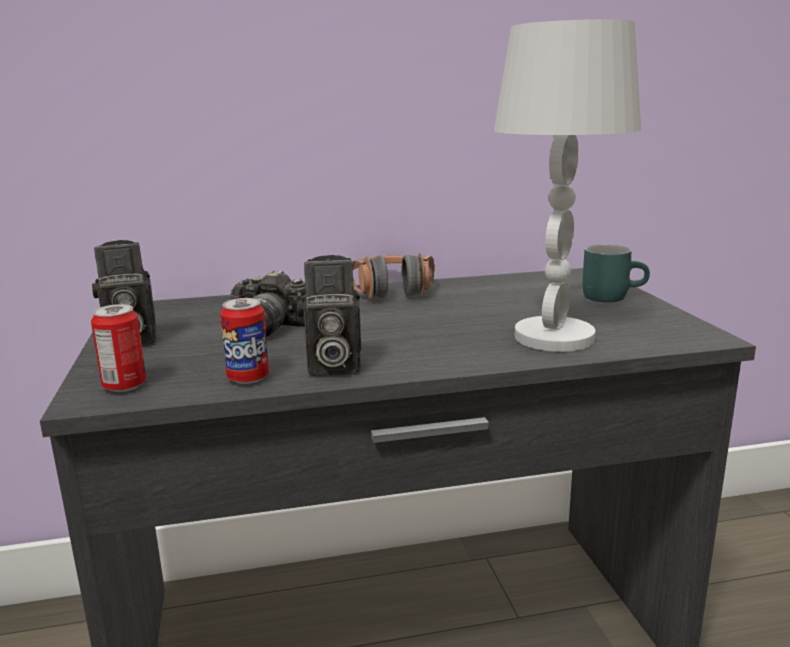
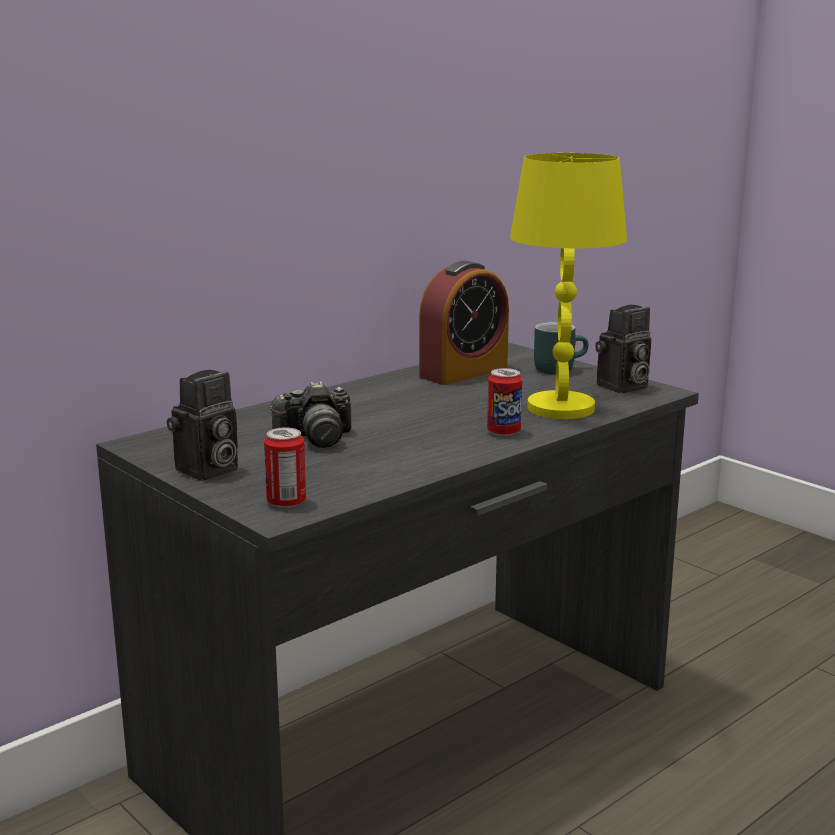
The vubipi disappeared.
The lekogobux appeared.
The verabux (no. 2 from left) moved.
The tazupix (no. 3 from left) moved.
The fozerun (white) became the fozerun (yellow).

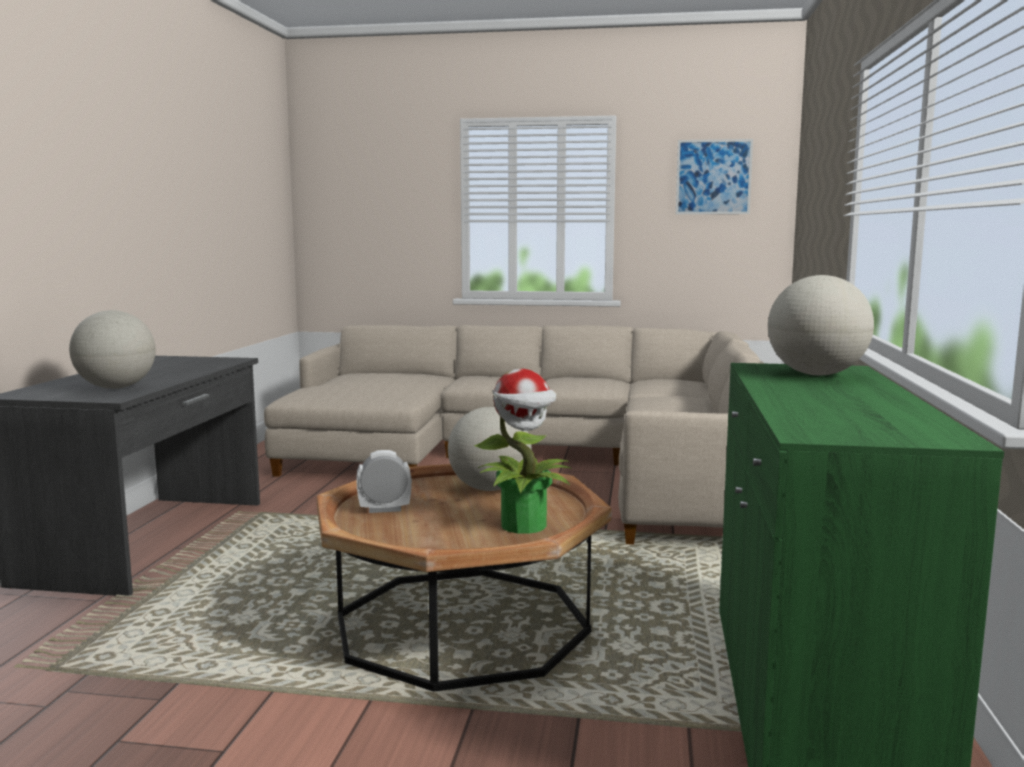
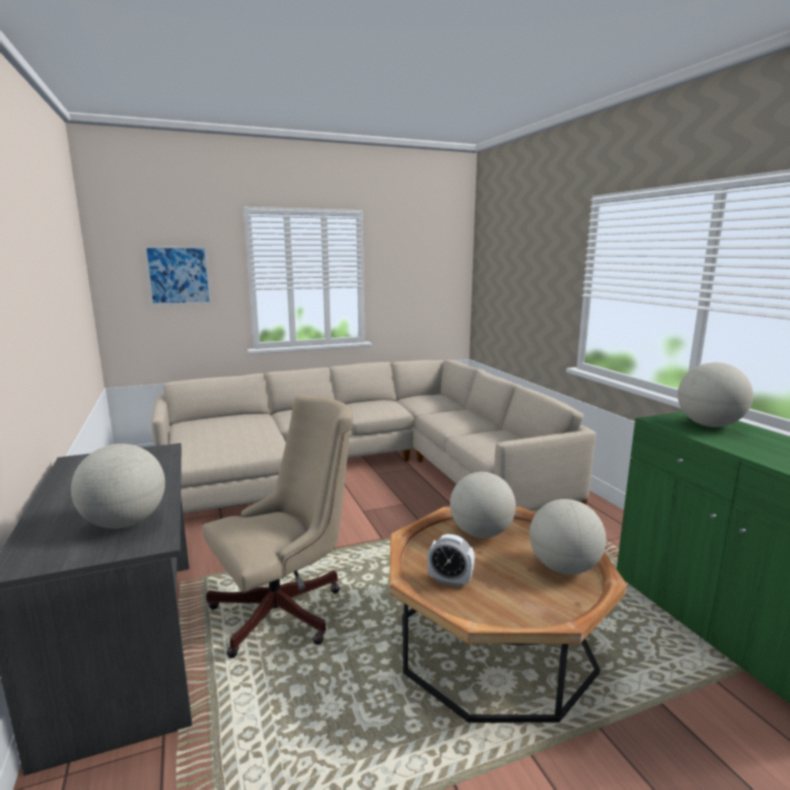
The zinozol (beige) appeared.
The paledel moved.
The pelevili was replaced by the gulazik (no. 3 from left).
The lekogobux turned 120 degrees counterclockwise.

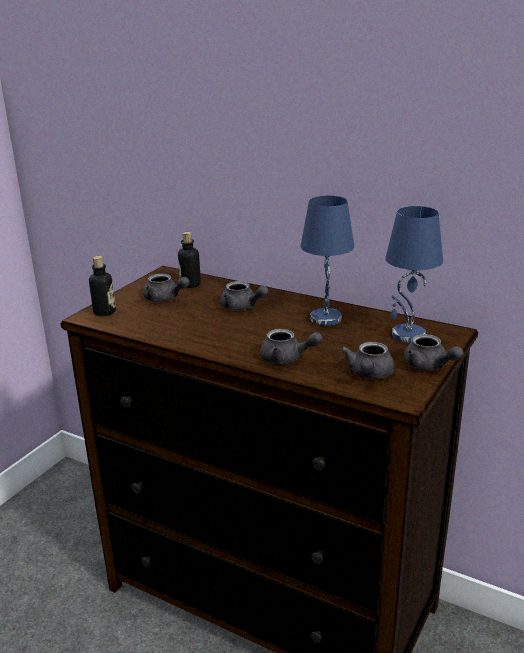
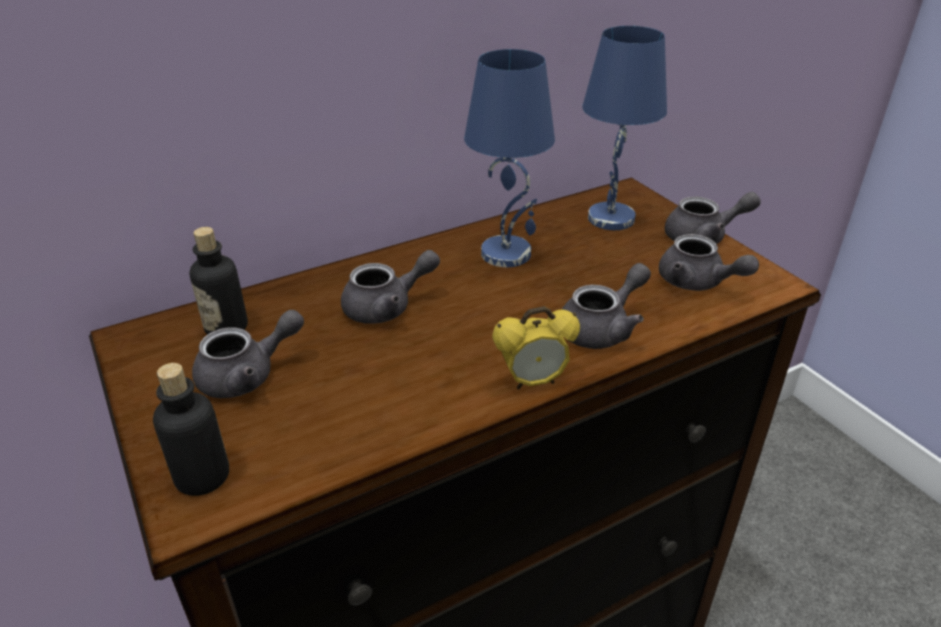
The lekogobux appeared.

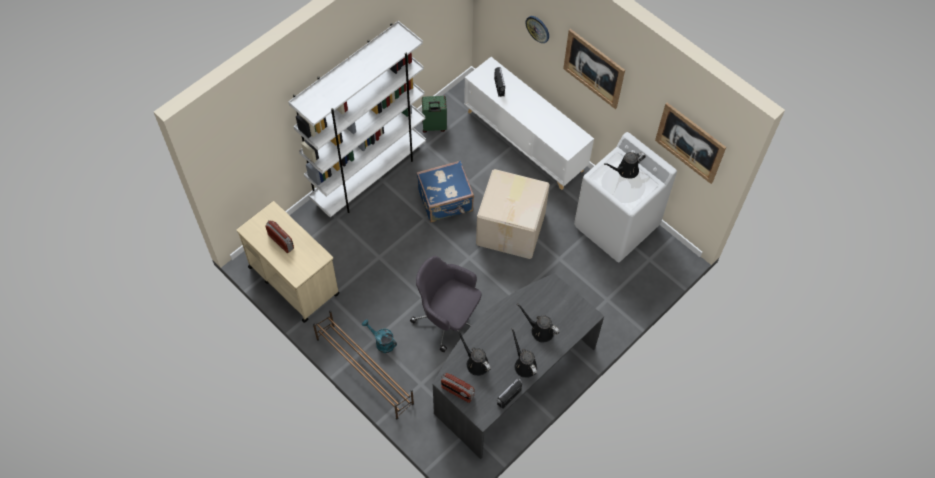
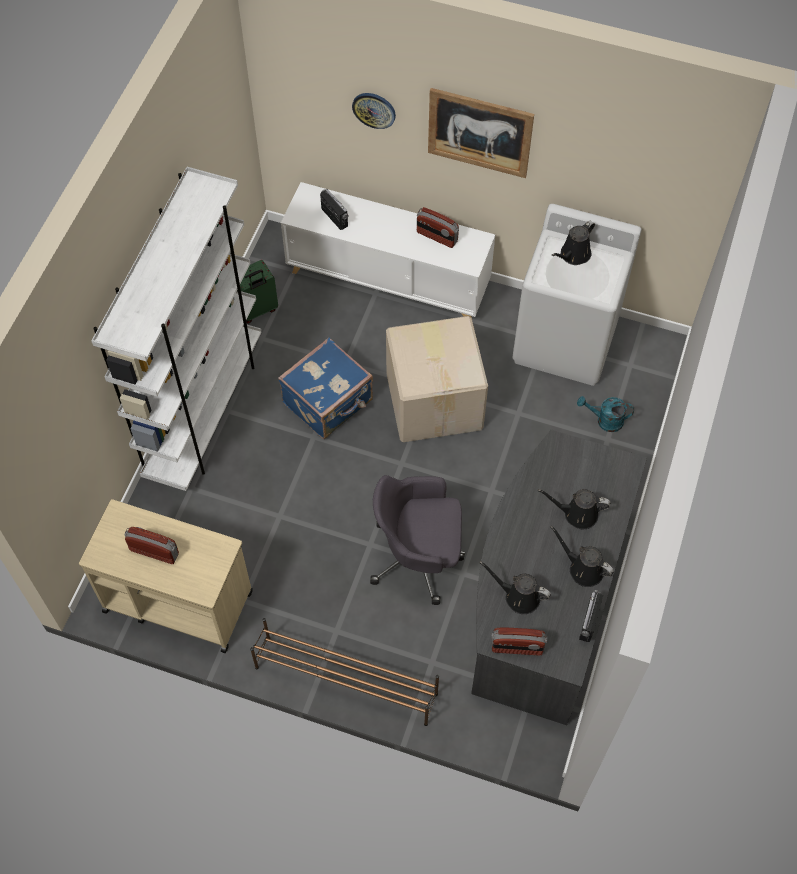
The paledel (no. 2 from left) disappeared.
The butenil (no. 3 from left) appeared.
The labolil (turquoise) moved.

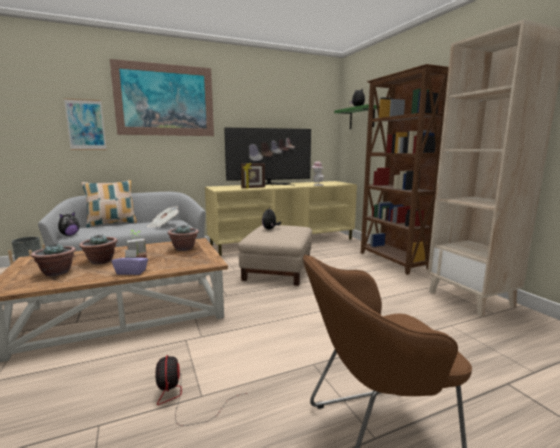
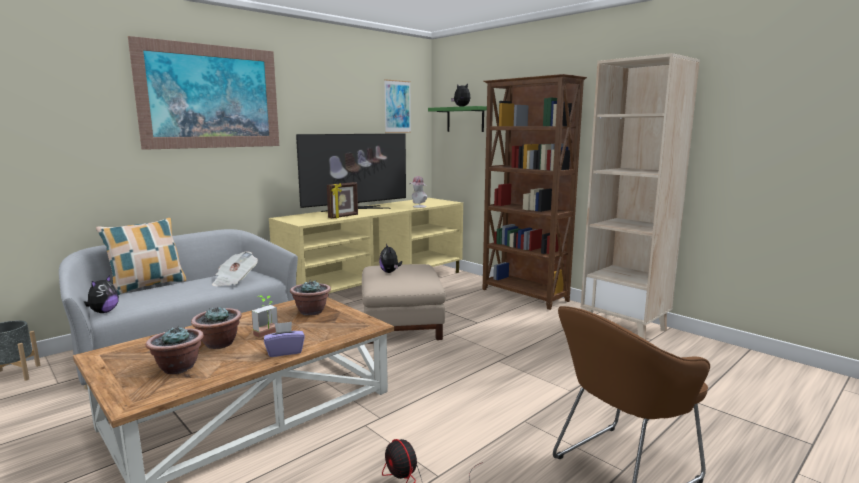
The paledel (no. 1 from left in the first image) moved.

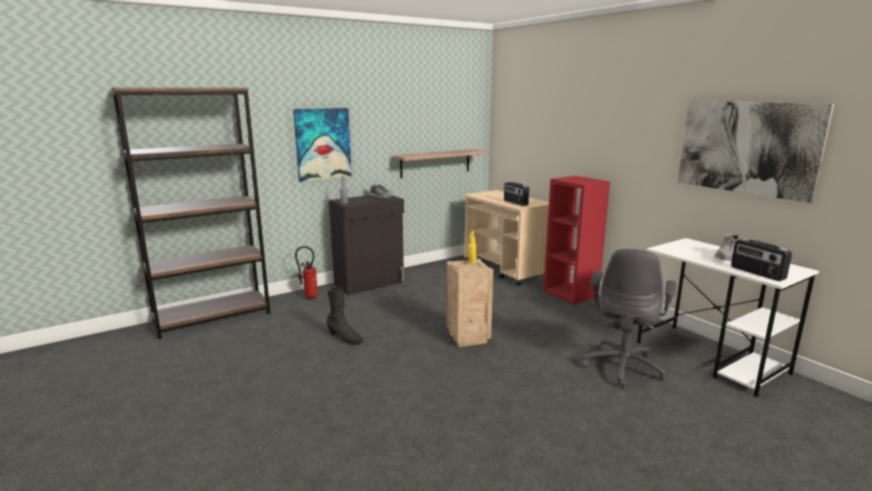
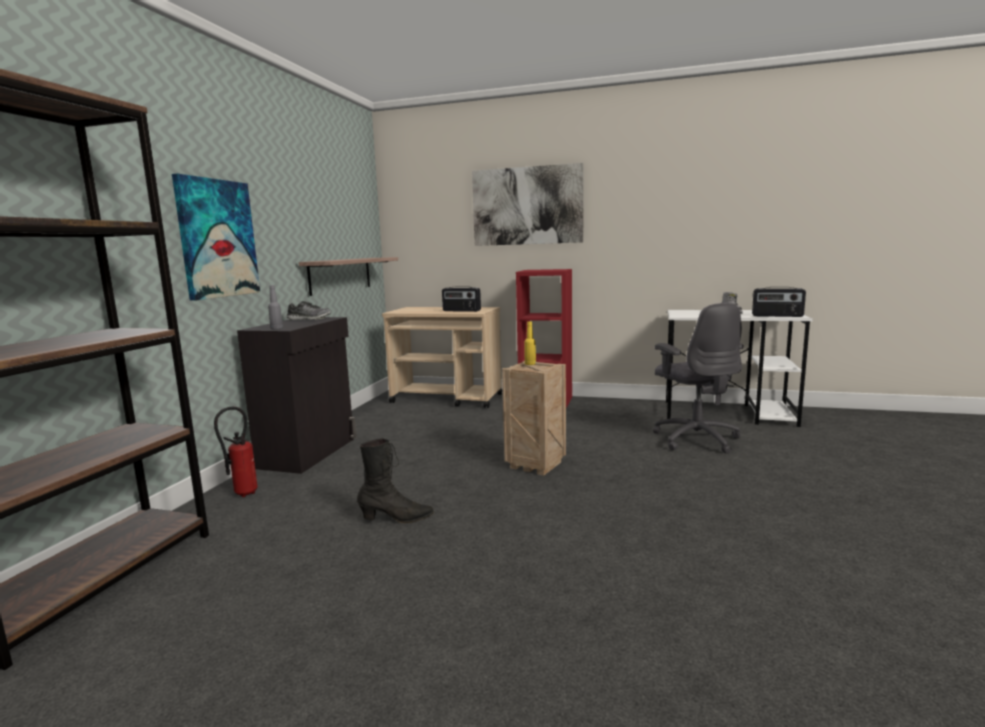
The paledel (no. 2 from left) moved.

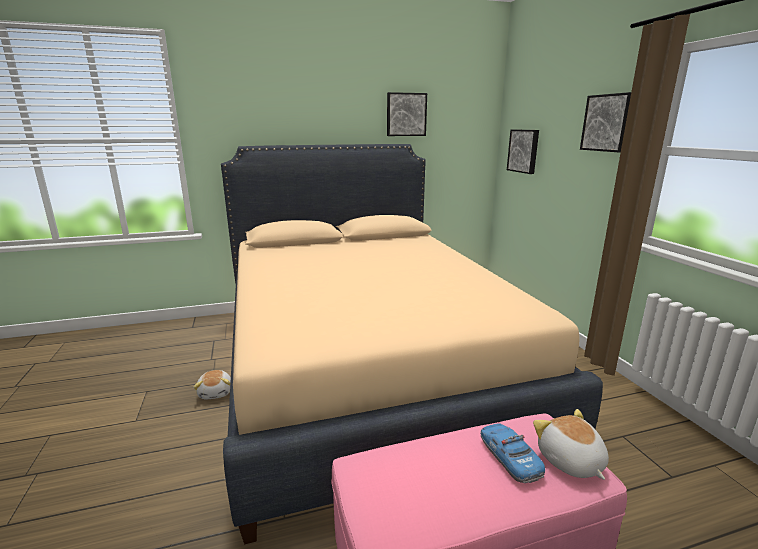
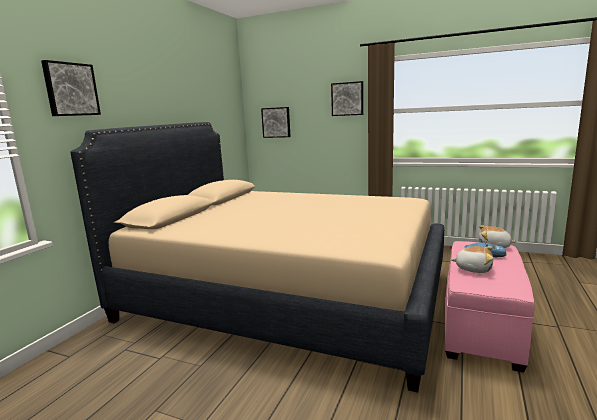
The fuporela (no. 1 from left) moved.
The paledel (no. 1 from left) moved.

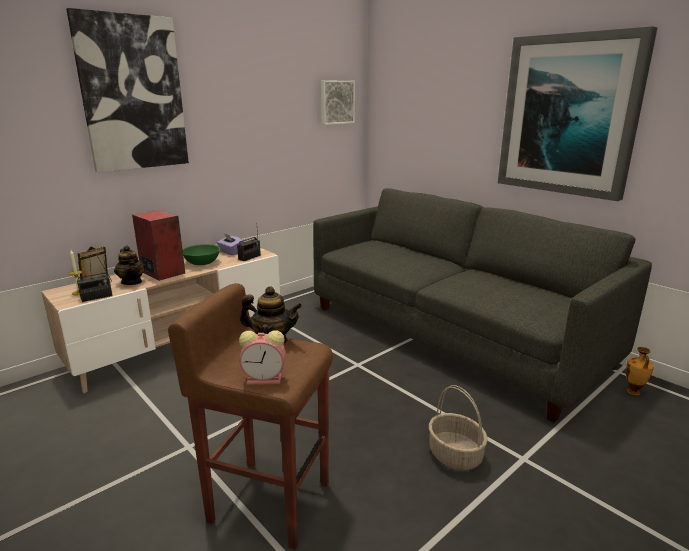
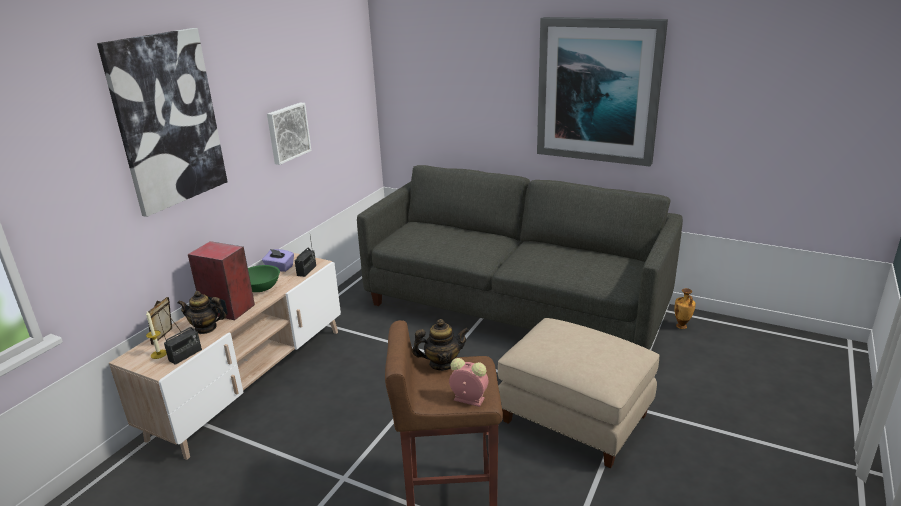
The paledel (no. 2 from left) moved.
The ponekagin was replaced by the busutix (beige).
The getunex (no. 1 from left) turned 150 degrees clockwise.
The lekogobux turned 135 degrees counterclockwise.

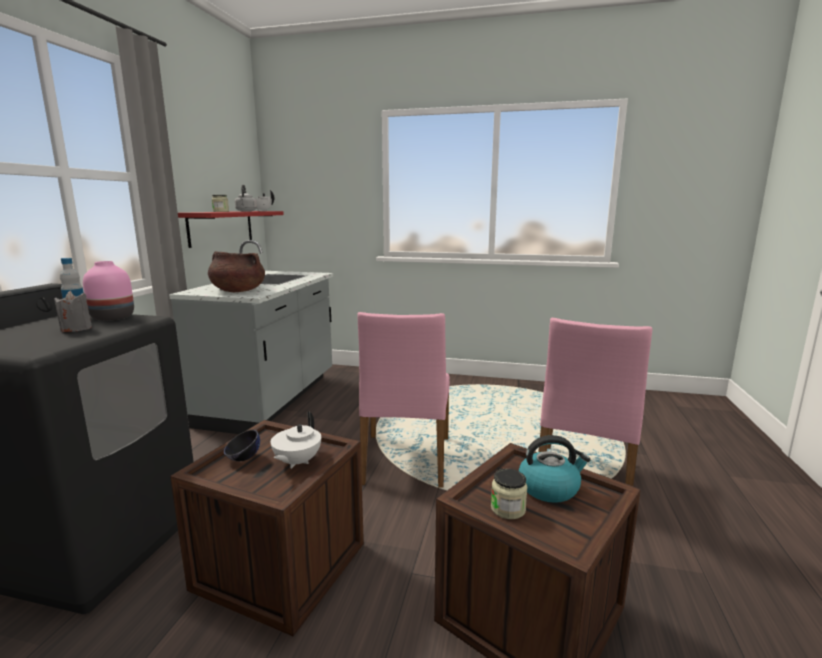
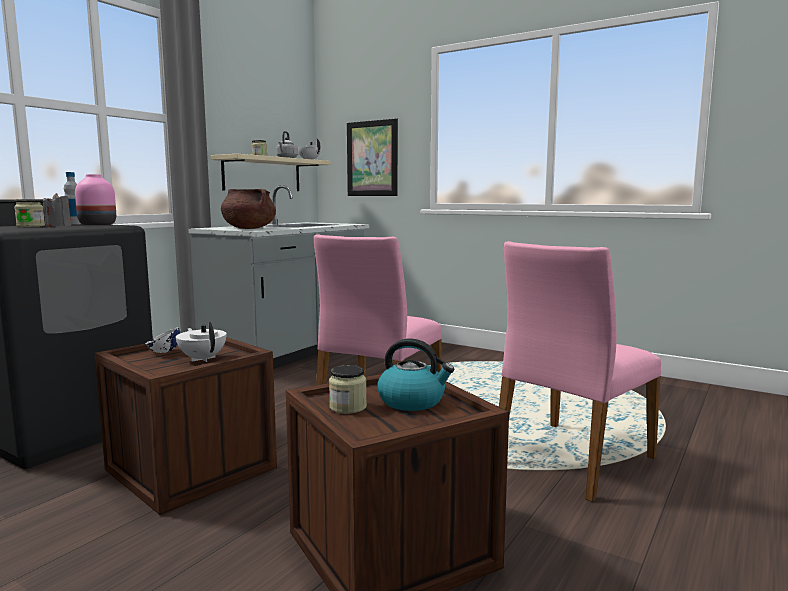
The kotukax (no. 1 from left) appeared.
The paledel appeared.
The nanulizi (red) became the nanulizi (beige).
The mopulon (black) became the mopulon (white).
The getunex (white) (no. 2 from left in the first image) turned 105 degrees clockwise.

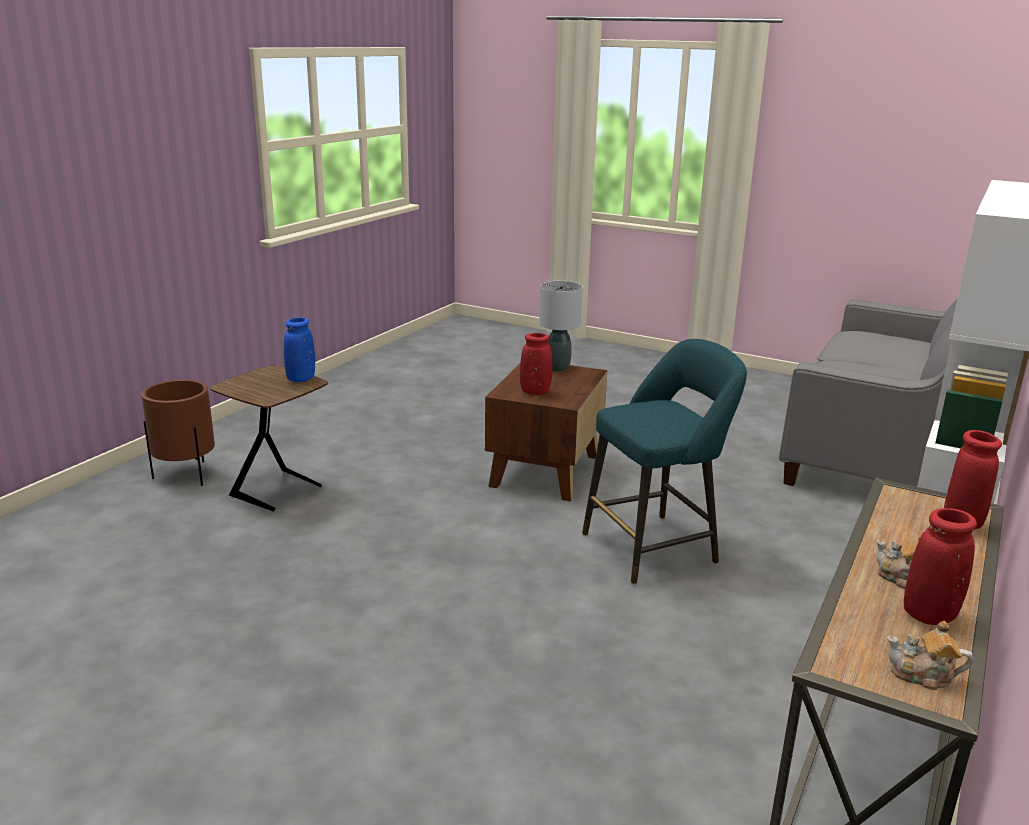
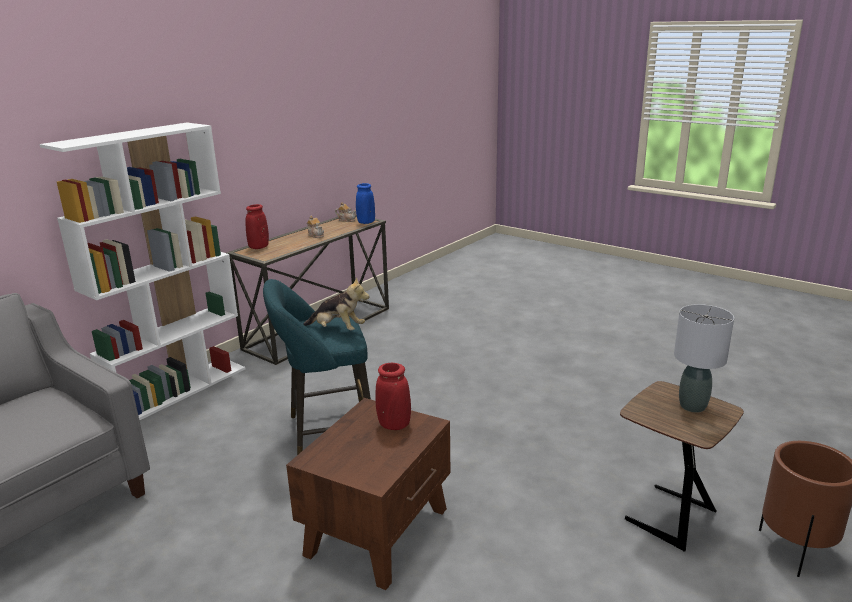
The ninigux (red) (no. 2 from left) disappeared.
The fuporela appeared.
The ninigux (blue) moved.
The fozerun (grey) moved.

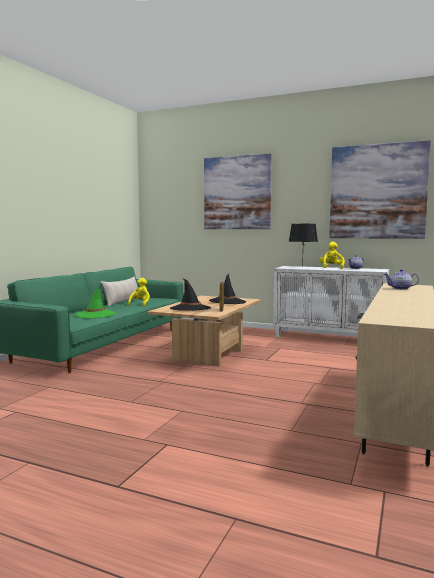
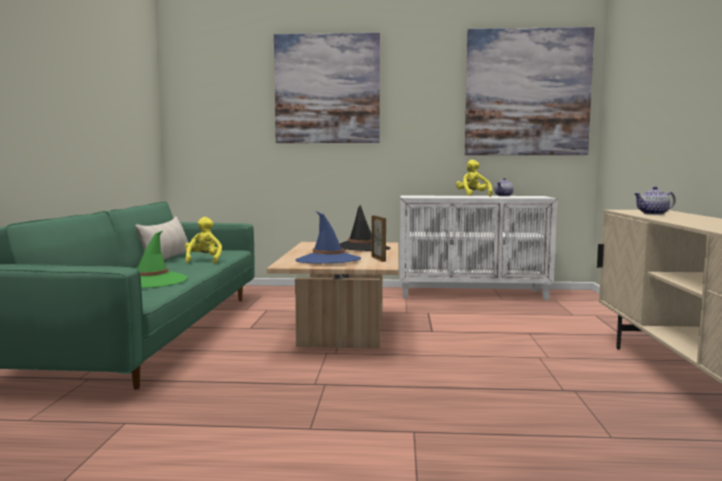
The fozerun (black) disappeared.
The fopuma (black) (no. 1 from left) became the fopuma (blue).

